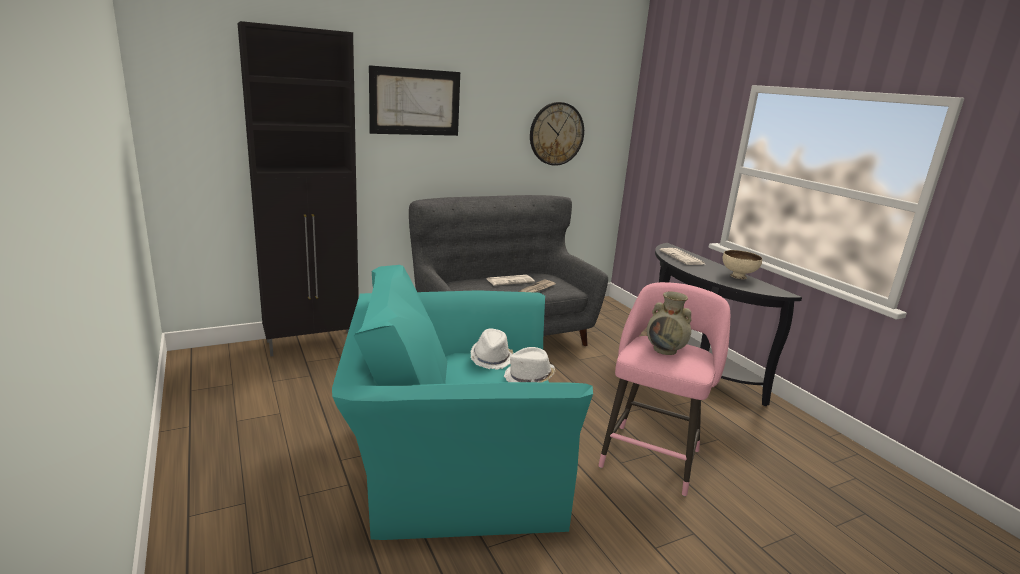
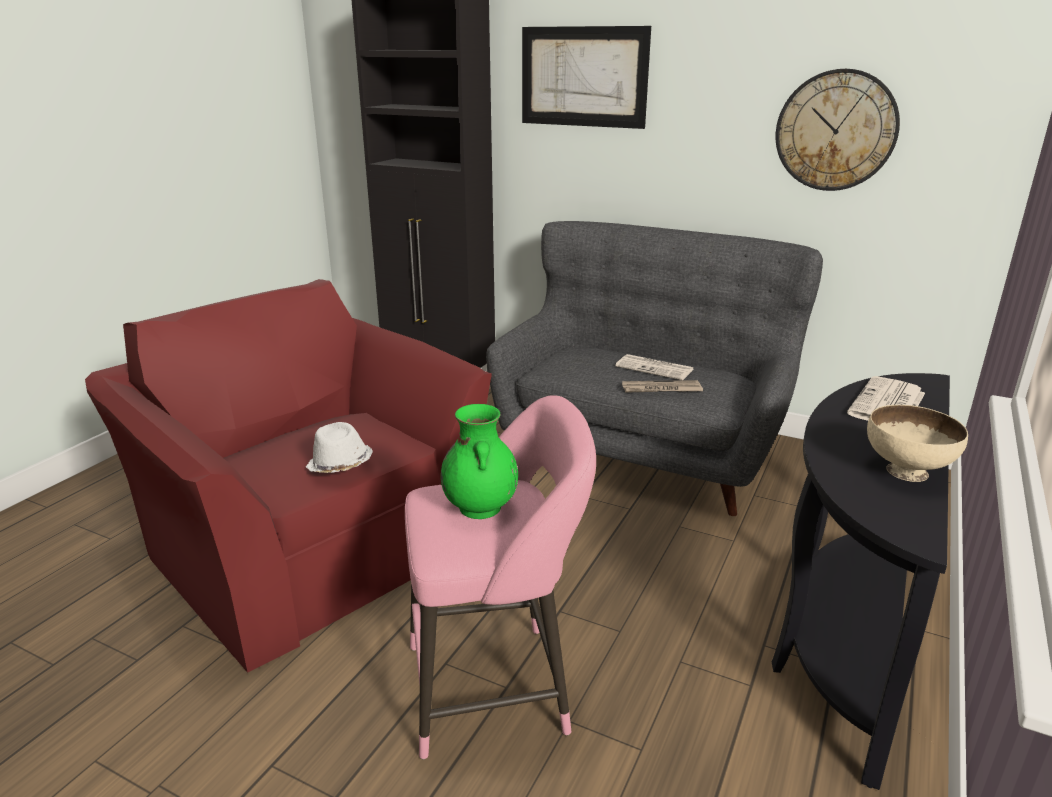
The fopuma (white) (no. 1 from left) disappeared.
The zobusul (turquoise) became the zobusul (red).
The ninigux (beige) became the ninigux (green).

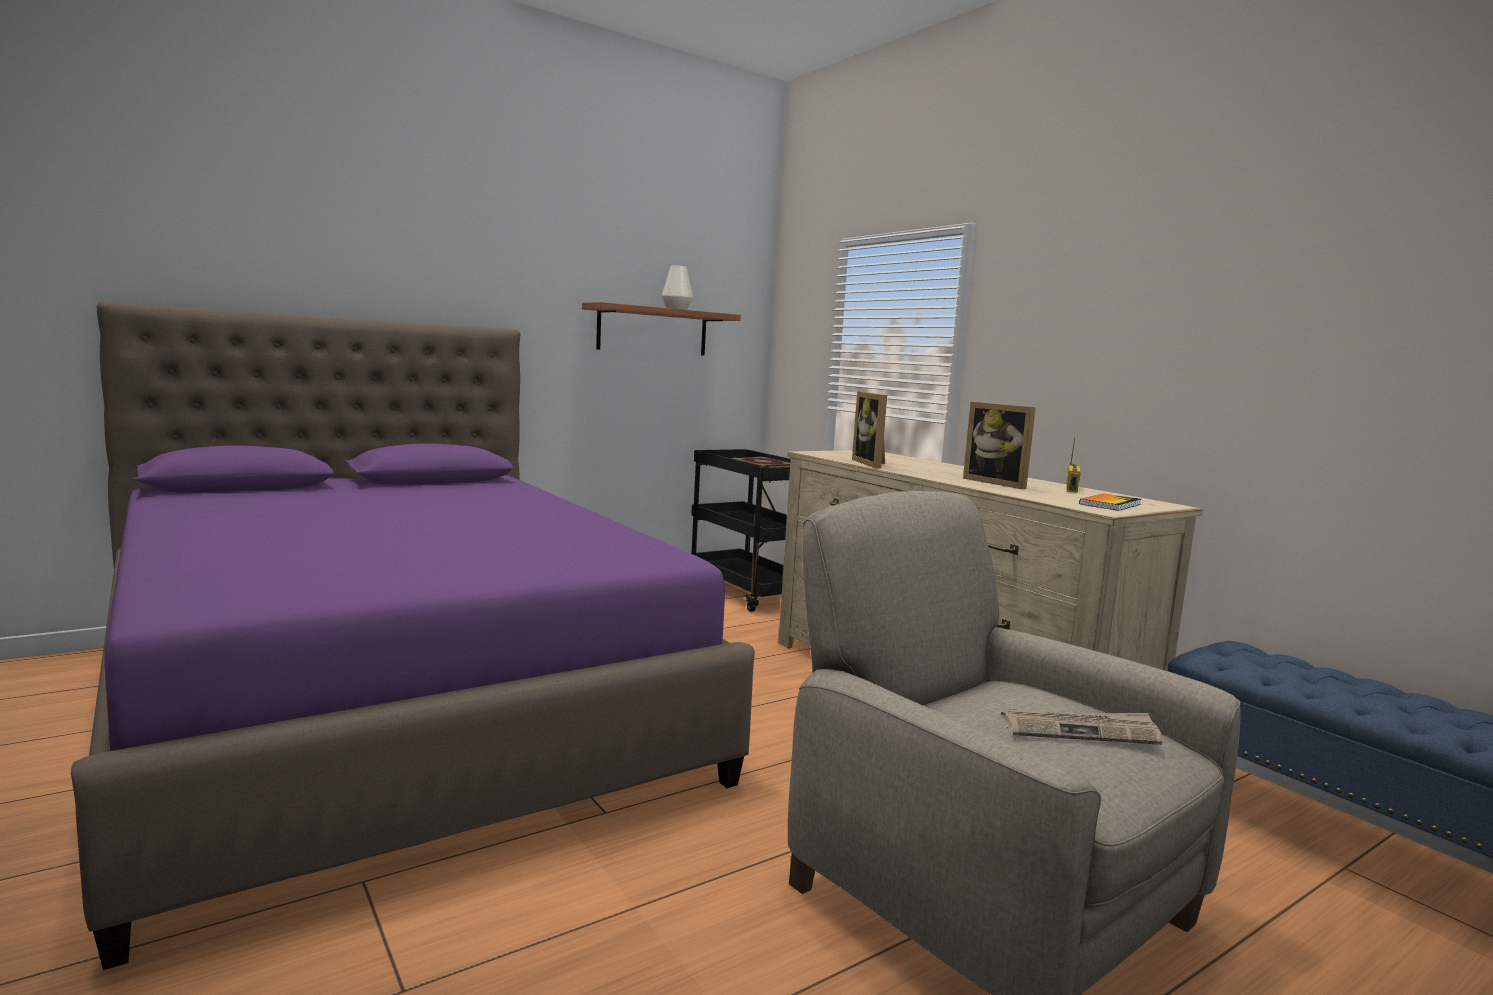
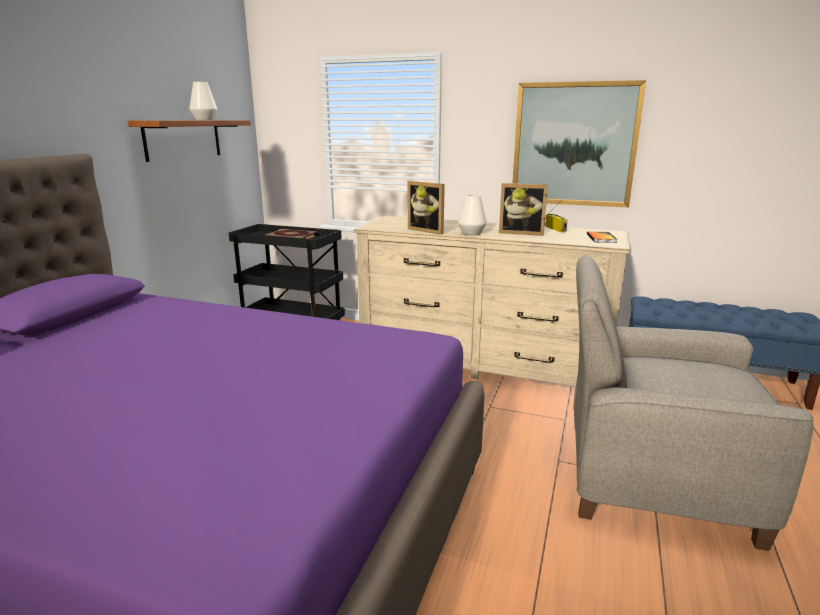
The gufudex disappeared.
The ninigux (white) (no. 2 from left) appeared.
The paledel appeared.

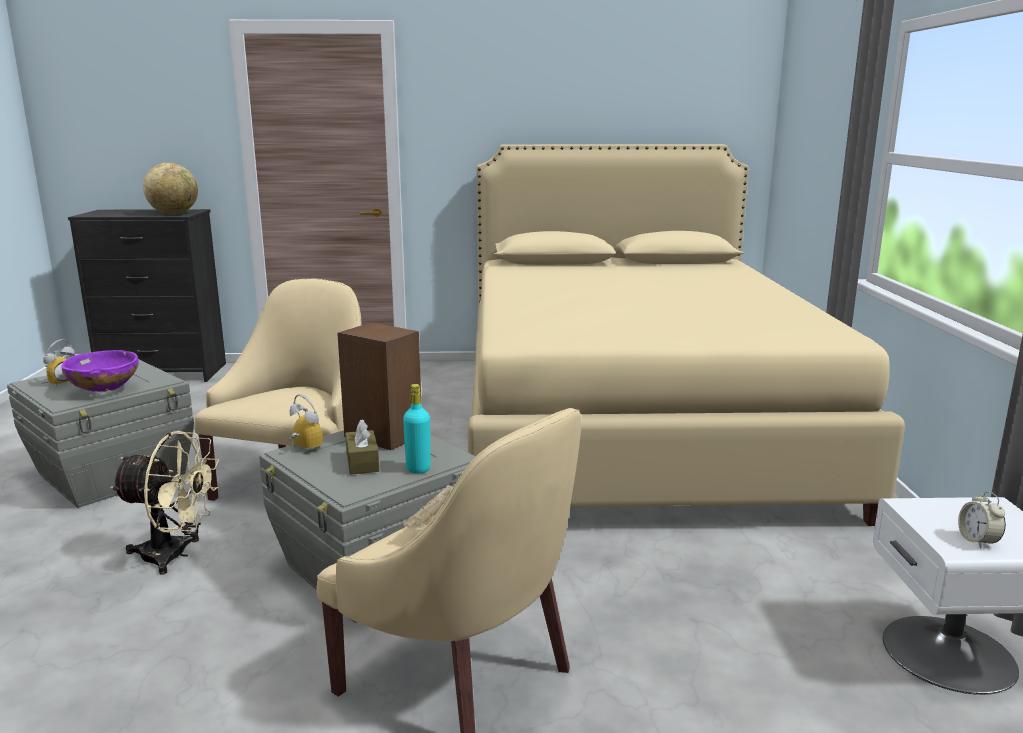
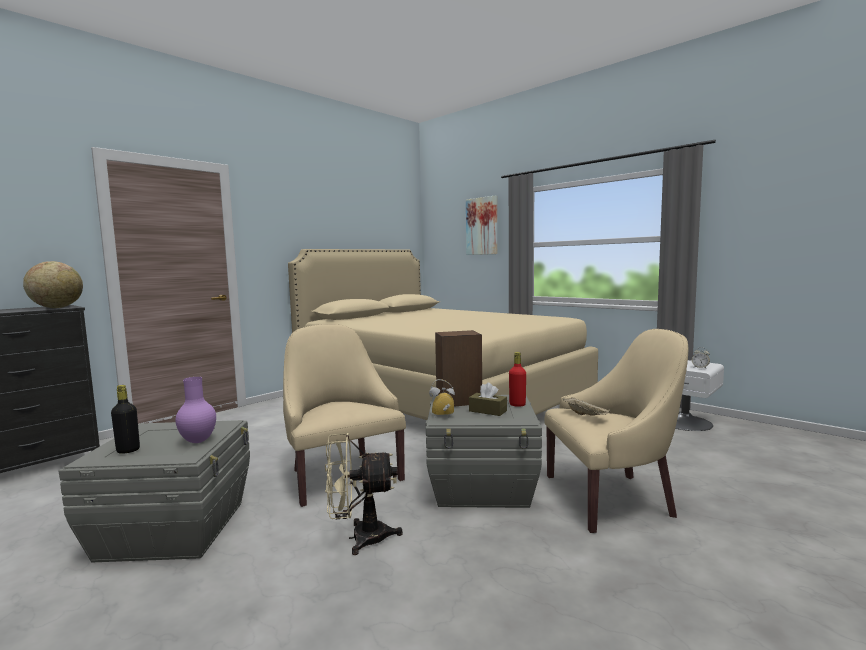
The paledel appeared.
The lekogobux (no. 1 from left) was replaced by the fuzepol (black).
The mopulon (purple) was replaced by the ninigux (purple).
The fuzepol (turquoise) became the fuzepol (red).
The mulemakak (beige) turned 150 degrees counterclockwise.

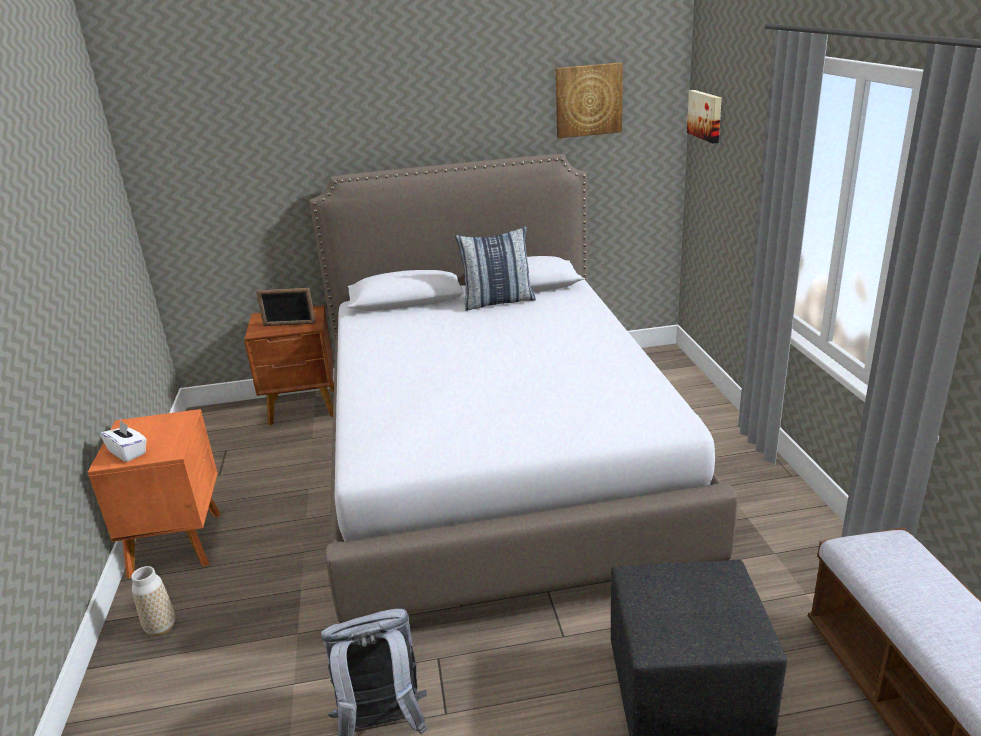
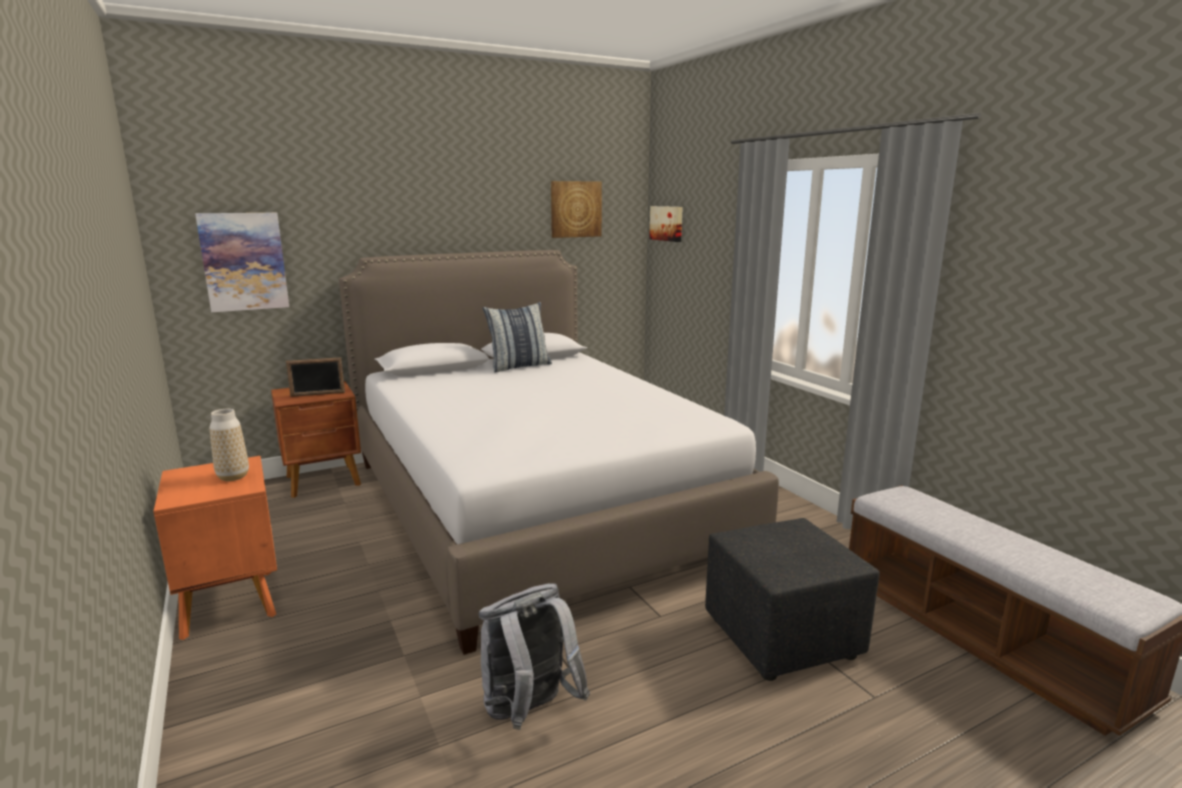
The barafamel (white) disappeared.
The paledel (no. 1 from left) appeared.
The ninigux moved.

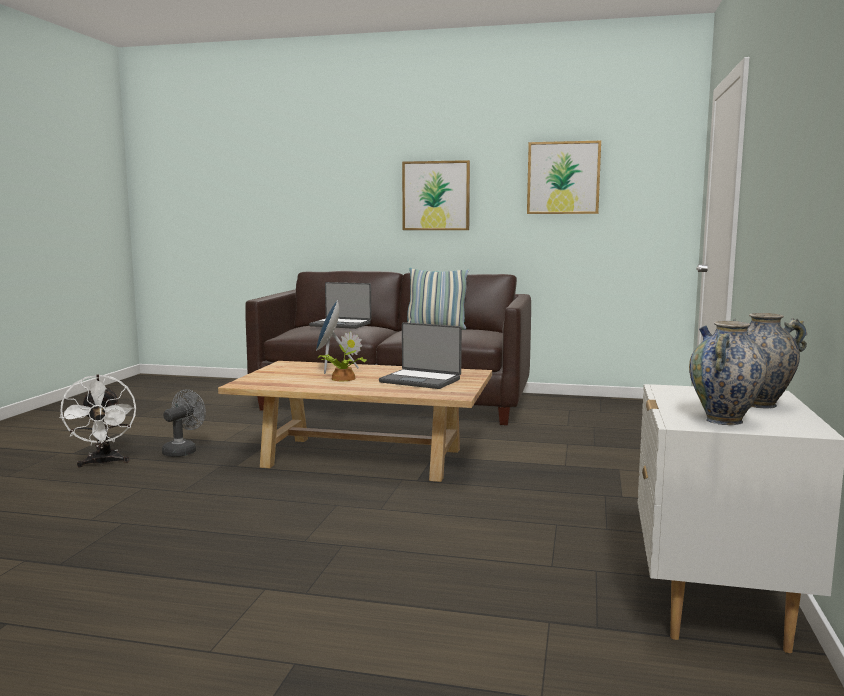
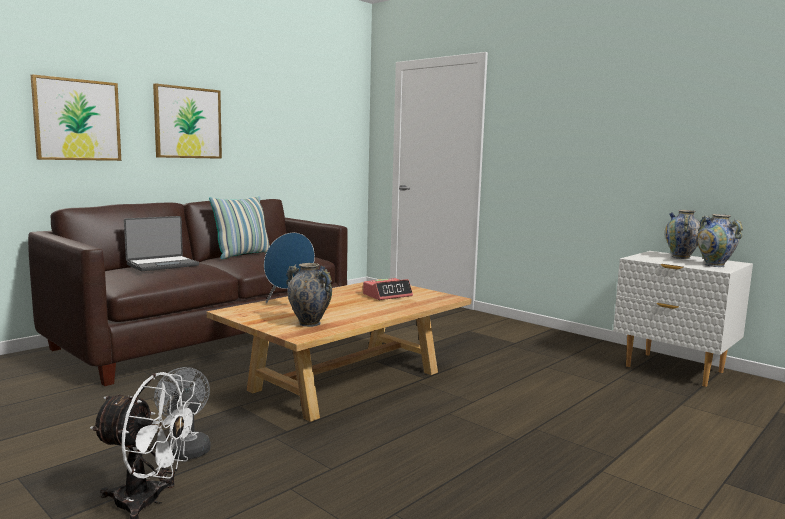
The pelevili disappeared.
The ninigux (no. 1 from left) appeared.
The paledel (no. 2 from left in the first image) moved.
The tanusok (no. 2 from left) was replaced by the lekogobux.

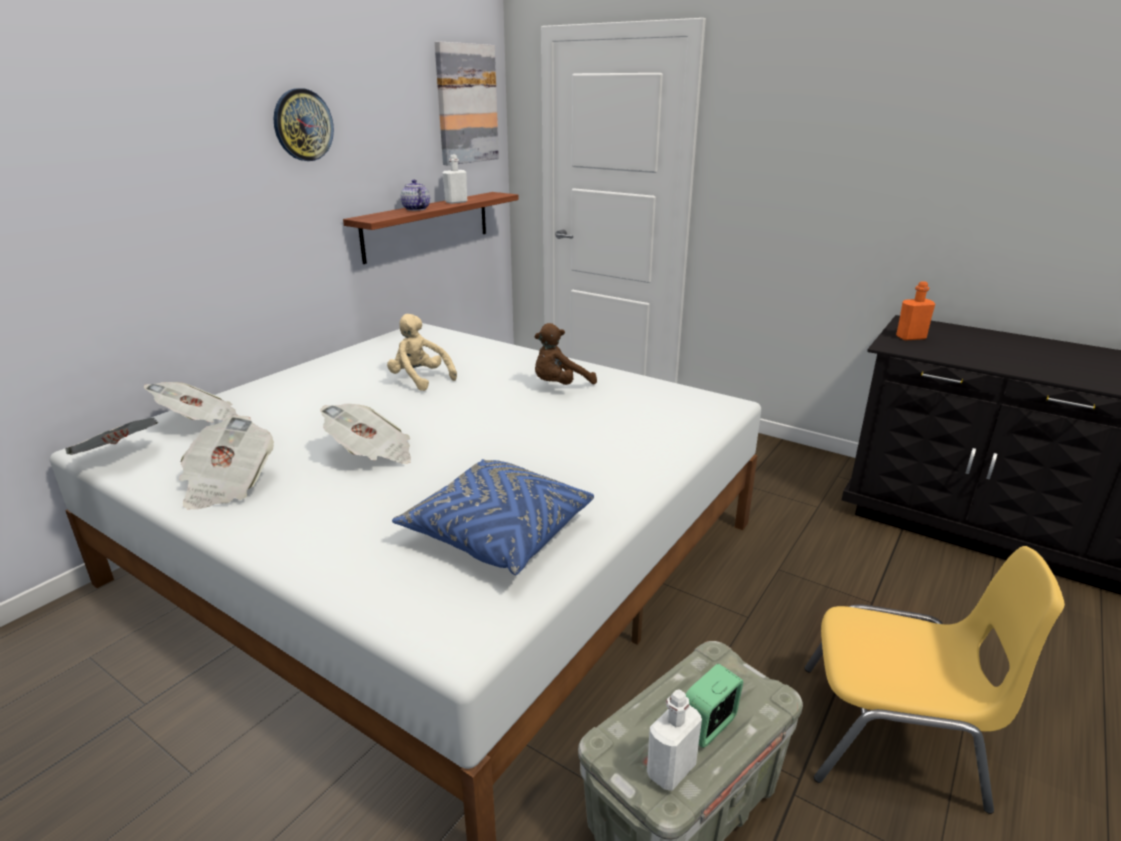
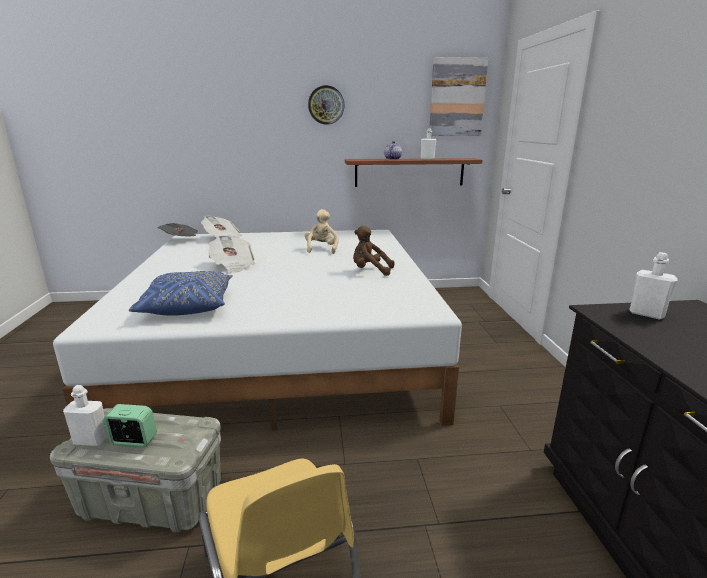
The gufudex (no. 3 from left) disappeared.
The fuzepol (orange) became the fuzepol (white) (no. 3 from left).

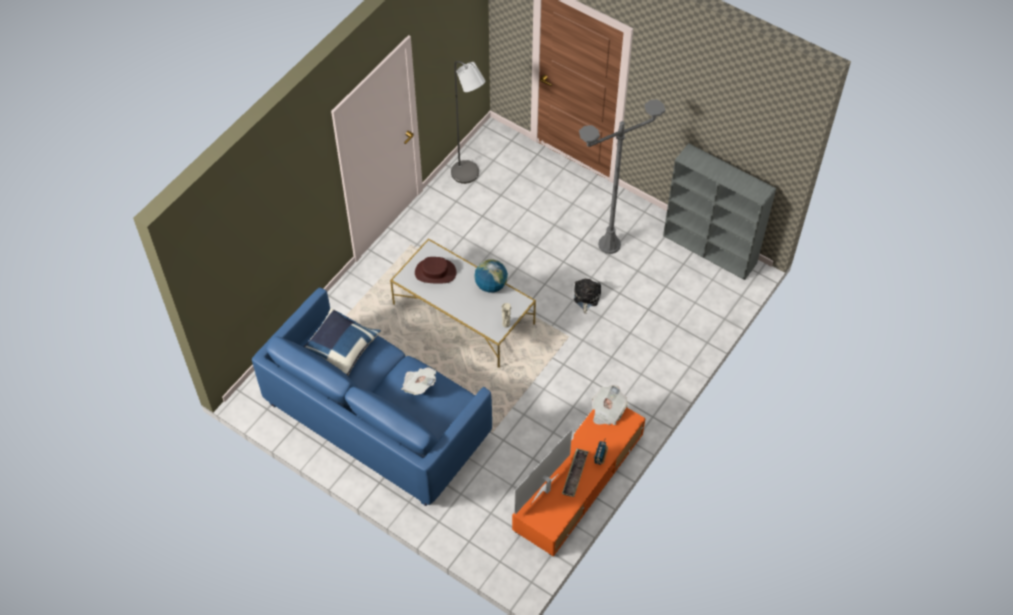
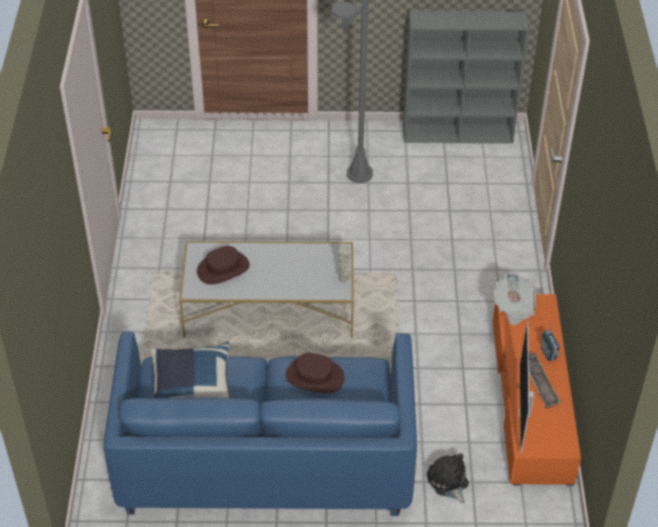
The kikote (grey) (no. 1 from left) disappeared.
The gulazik disappeared.
The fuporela moved.
The gufudex (no. 1 from left) was replaced by the fopuma (brown) (no. 2 from left).

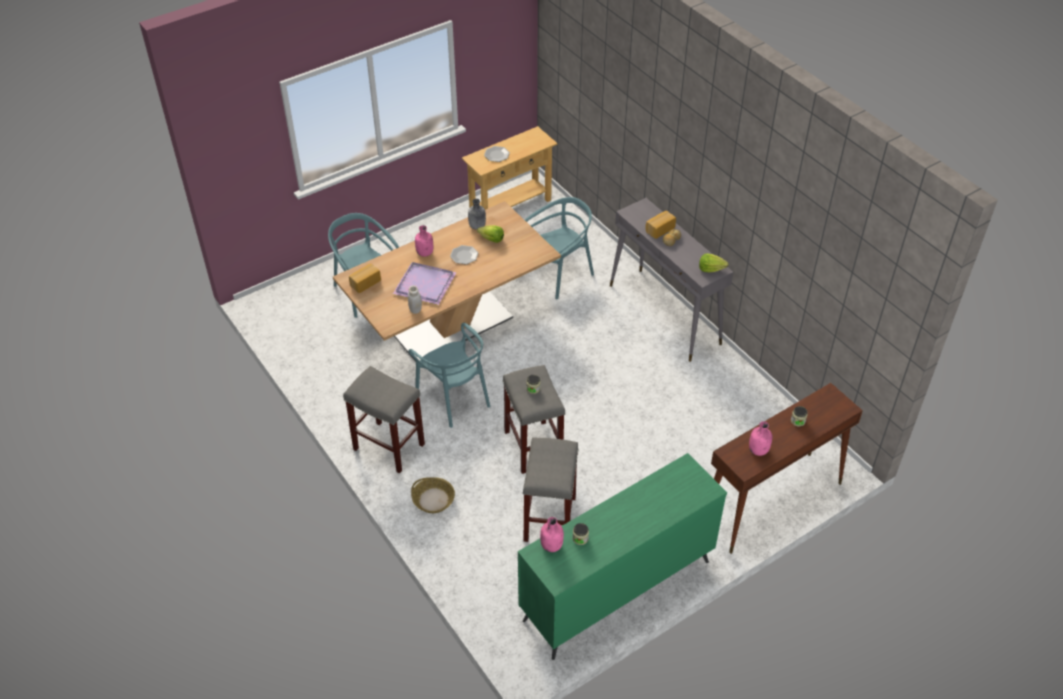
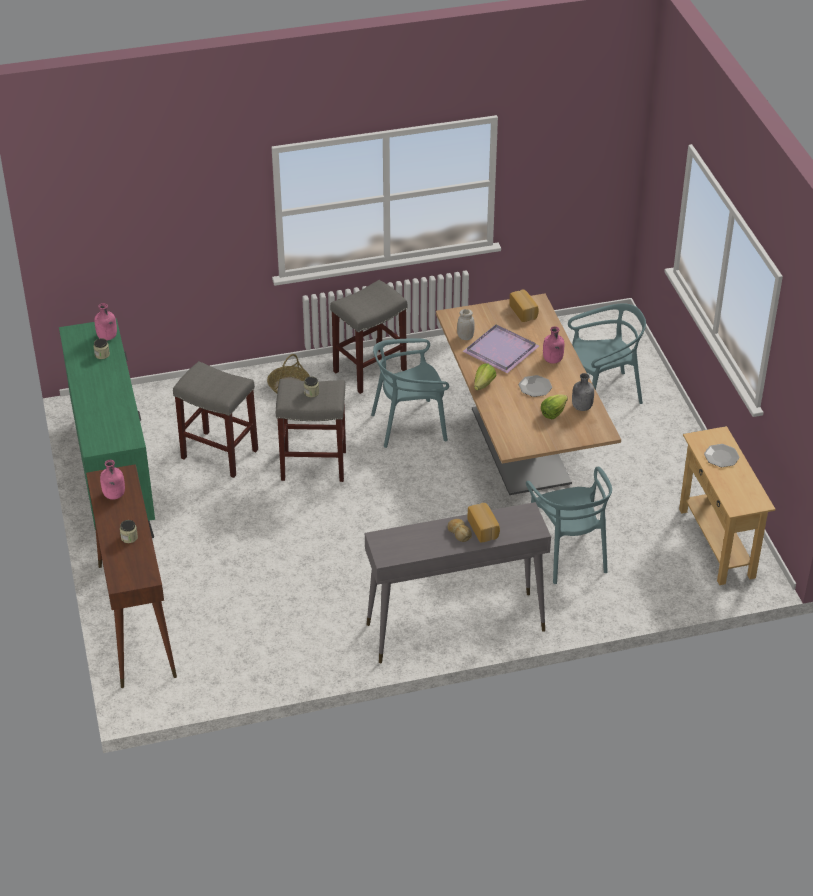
The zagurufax (no. 2 from left in the first image) moved.

